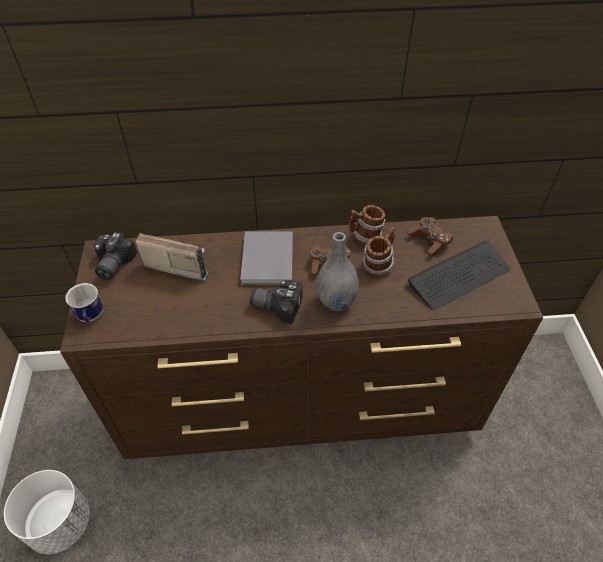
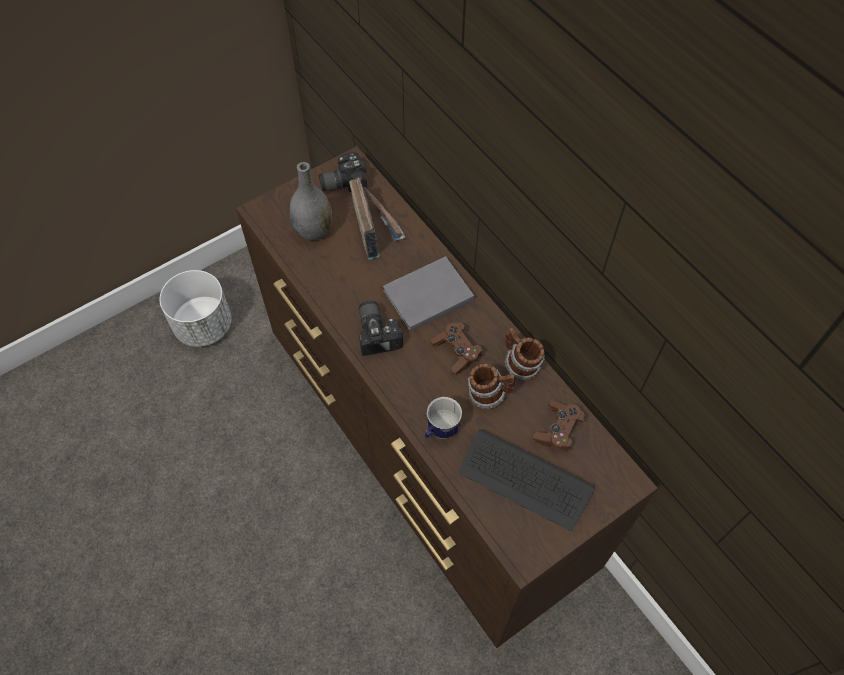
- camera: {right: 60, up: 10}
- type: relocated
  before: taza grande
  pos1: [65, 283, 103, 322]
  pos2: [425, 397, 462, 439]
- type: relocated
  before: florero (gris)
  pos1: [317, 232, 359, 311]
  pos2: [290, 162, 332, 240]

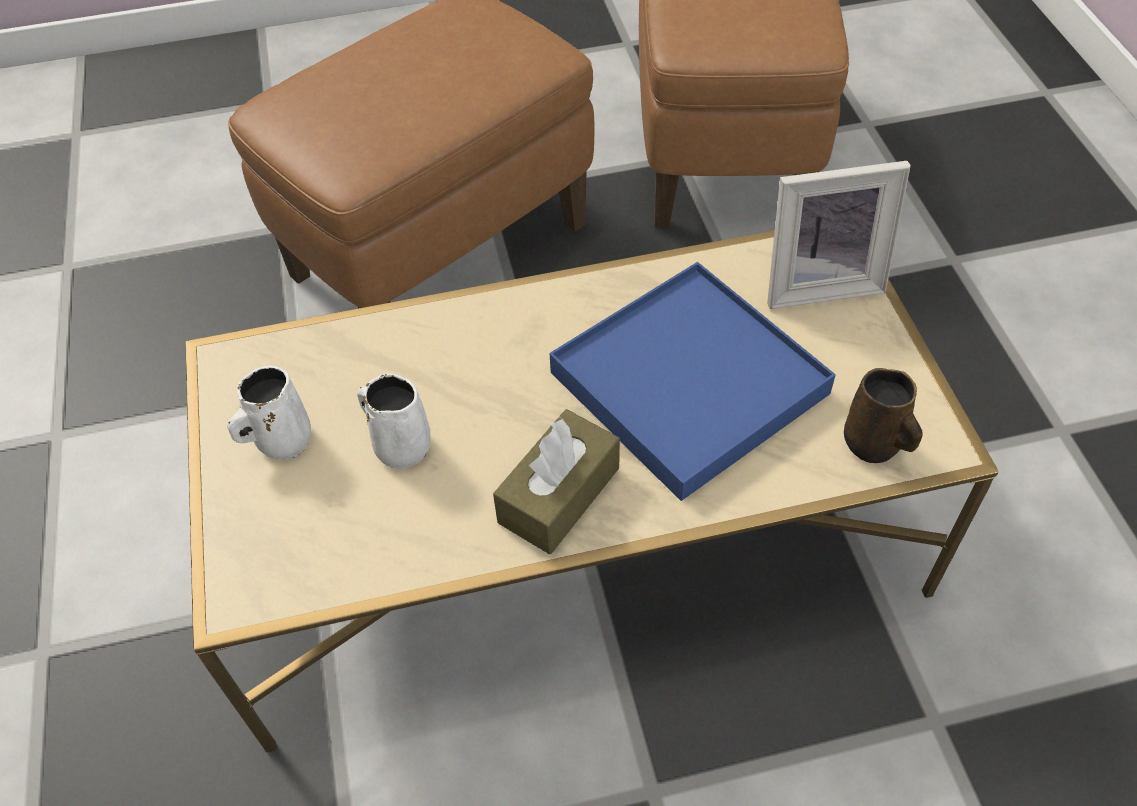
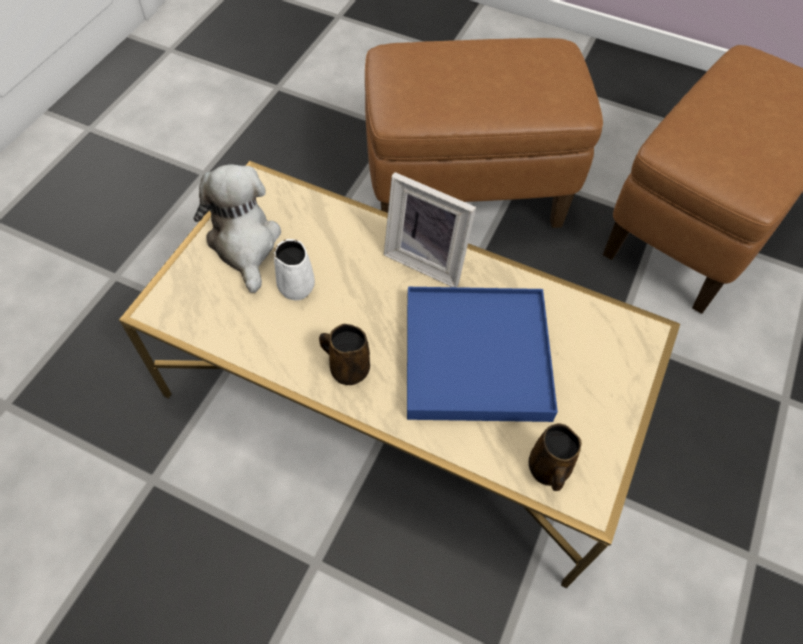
- camera: {right: 35, up: 5}
- type: relocated
  before: portarretratos
  pos1: [767, 161, 911, 309]
  pos2: [384, 172, 476, 287]
- type: exchanged
  before: taza grande (blanco)
  after: peluche
  pos1: [227, 366, 311, 460]
  pos2: [194, 164, 281, 293]
- type: exchanged
  before: caja de pañuelos (marrón)
  after: taza grande (marrón)
  pos1: [493, 409, 620, 554]
  pos2: [319, 324, 370, 385]

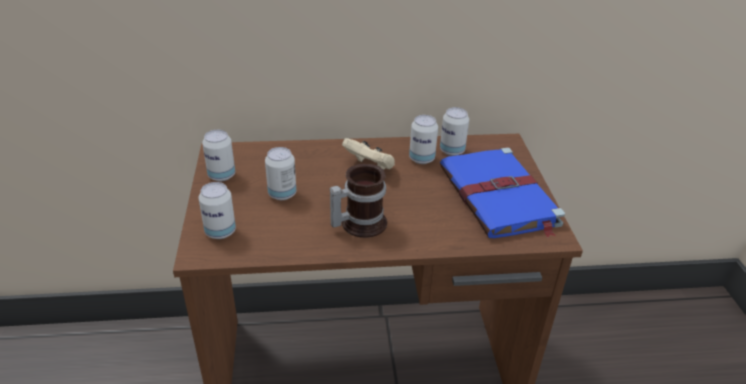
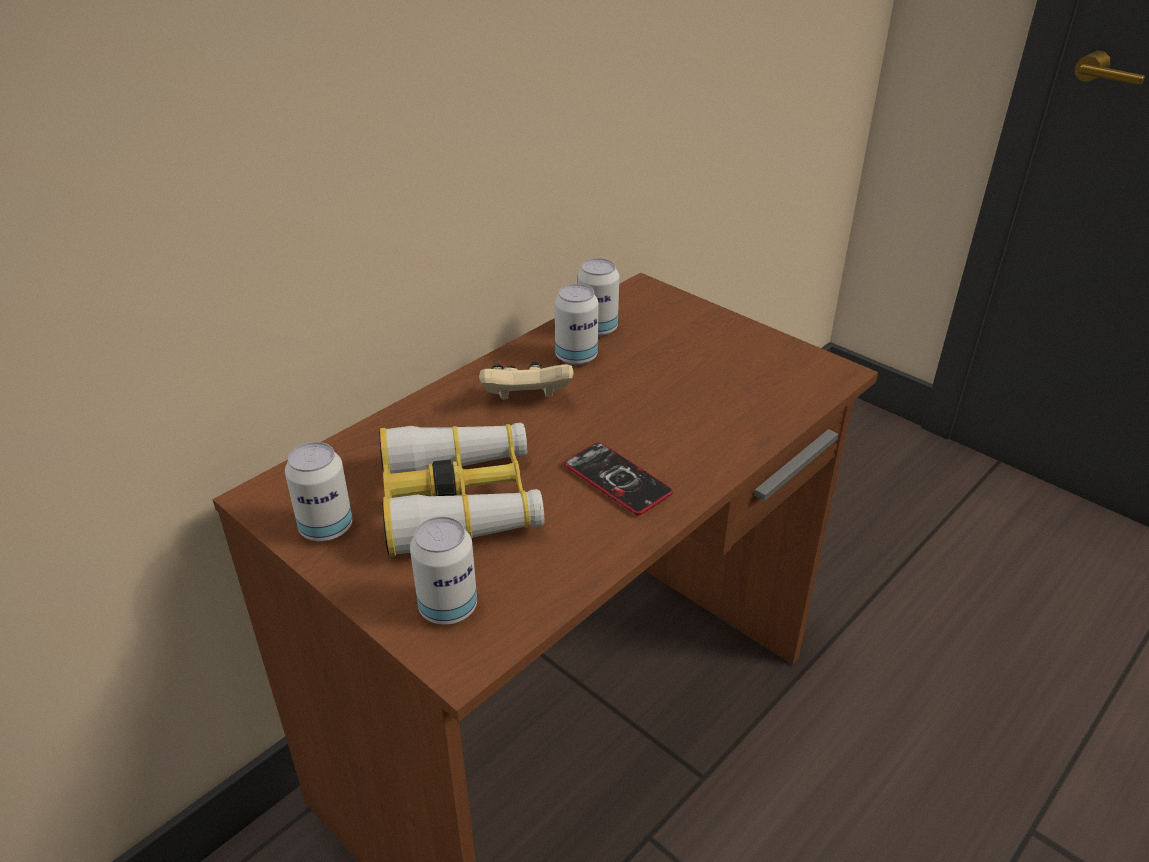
- camera: {right: -40, up: 0}
- type: missing
  before: libro (azul)
  pos1: [440, 147, 565, 238]
- type: exchanged
  before: lata
  after: prismáticos
  pos1: [265, 147, 296, 200]
  pos2: [379, 423, 544, 557]
- type: exchanged
  before: taza grande
  after: móvil
  pos1: [330, 164, 387, 238]
  pos2: [564, 442, 673, 515]

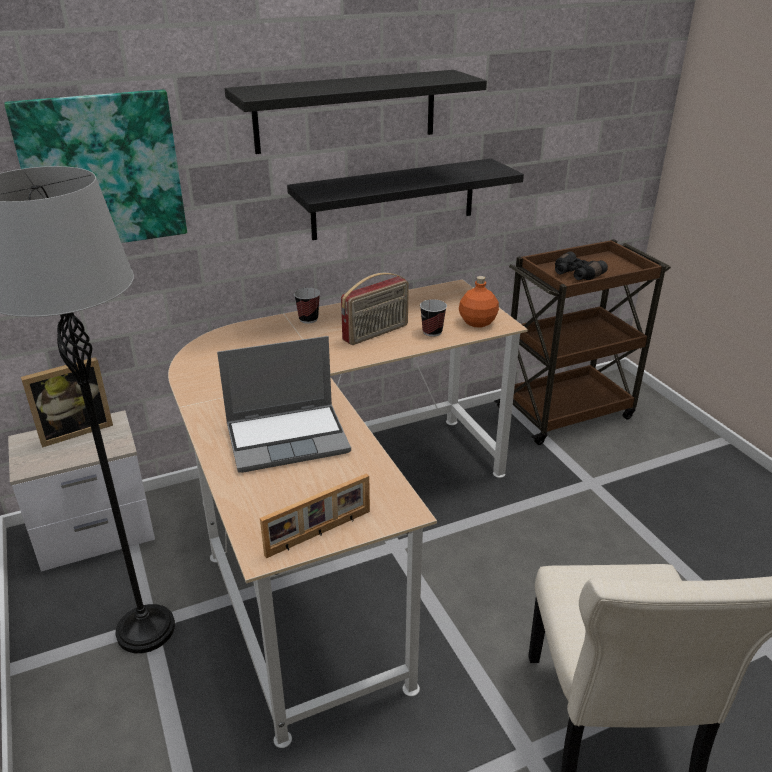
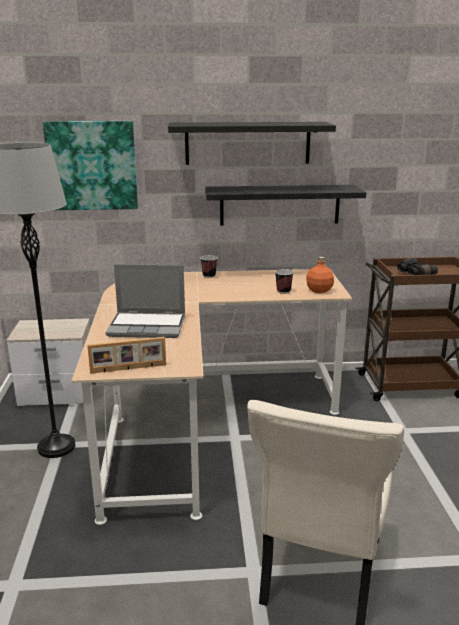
- camera: {right: 20, up: -10}
- type: missing
  before: portarretratos
  pos1: [21, 357, 113, 448]
- type: missing
  before: radio
  pos1: [341, 273, 409, 345]

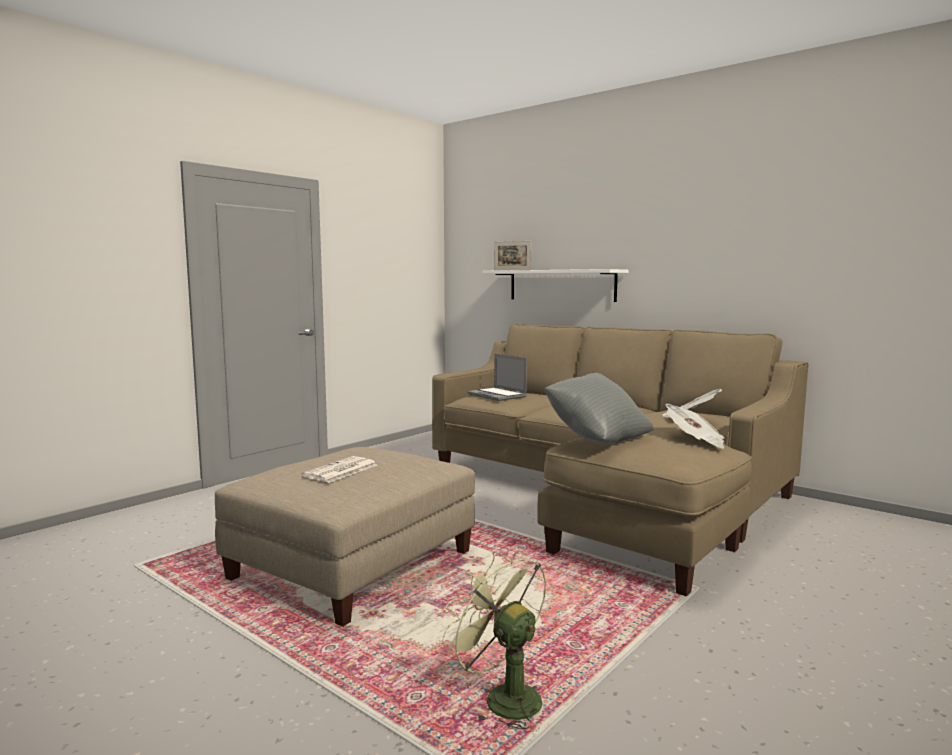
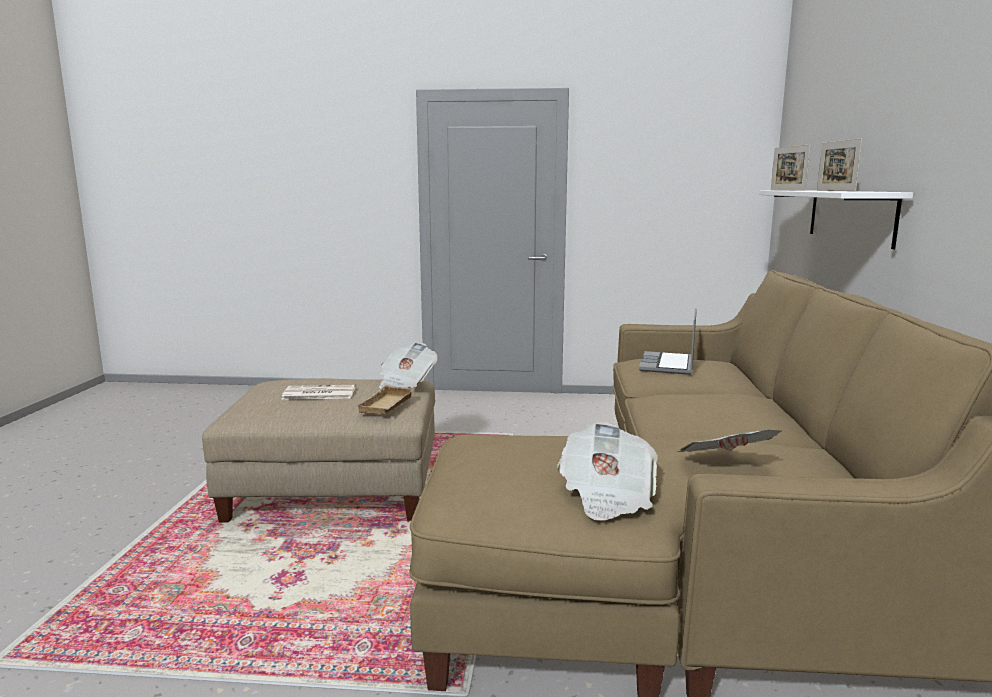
- camera: {right: 55, up: 5}
- type: missing
  before: ventilador (verde)
  pos1: [442, 551, 546, 732]
- type: missing
  before: cojín (gris)
  pos1: [544, 373, 654, 444]
- type: appeared
  after: bandeja (beis)
  pos2: [357, 385, 414, 414]
- type: appeared
  after: periódico
  pos2: [379, 342, 438, 389]
- type: appeared
  after: portarretratos
  pos2: [817, 138, 862, 191]

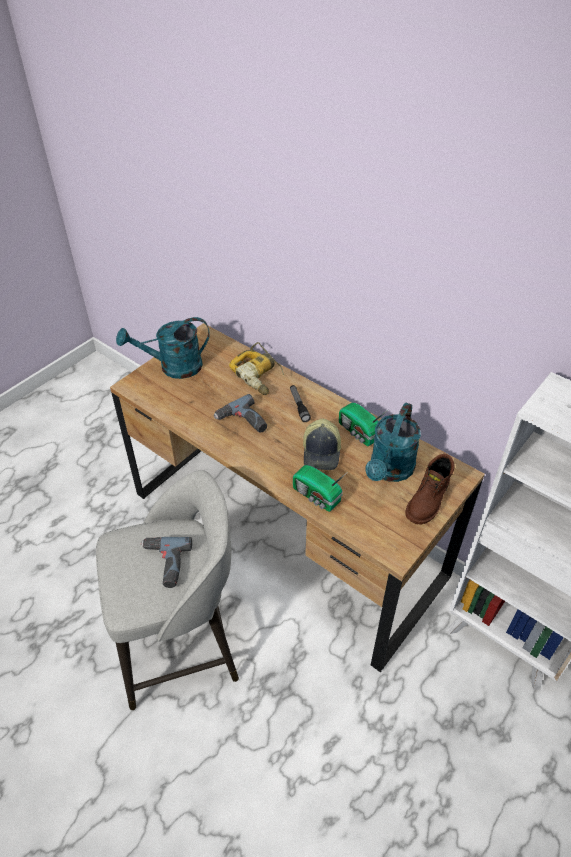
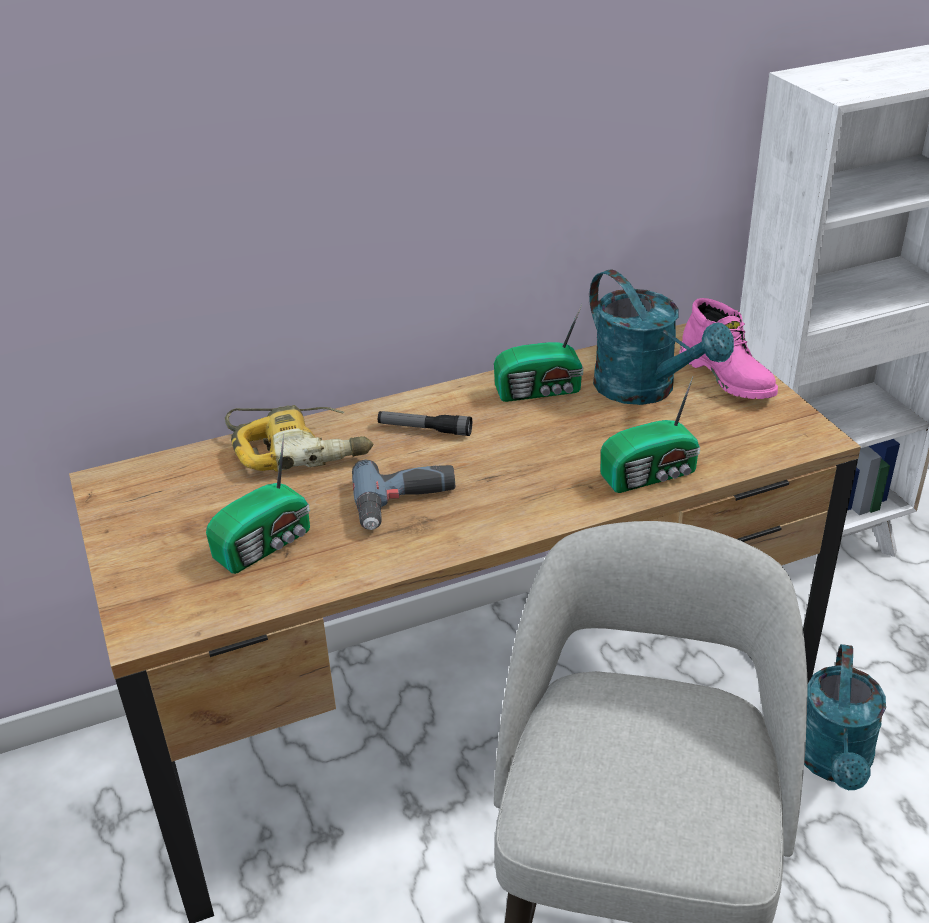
- camera: {right: -60, up: -10}
- type: missing
  before: taladro
  pos1: [141, 537, 192, 588]
- type: missing
  before: gorra
  pos1: [303, 419, 341, 470]
- type: appeared
  after: radio
  pos2: [206, 434, 310, 574]
- type: relocated
  before: regadera (turquesa)
  pos1: [116, 317, 210, 379]
  pos2: [804, 644, 886, 790]
- type: colour
  before: bota (marrón)
  after: bota (rosa)
  pos1: [405, 454, 455, 525]
  pos2: [679, 298, 778, 399]

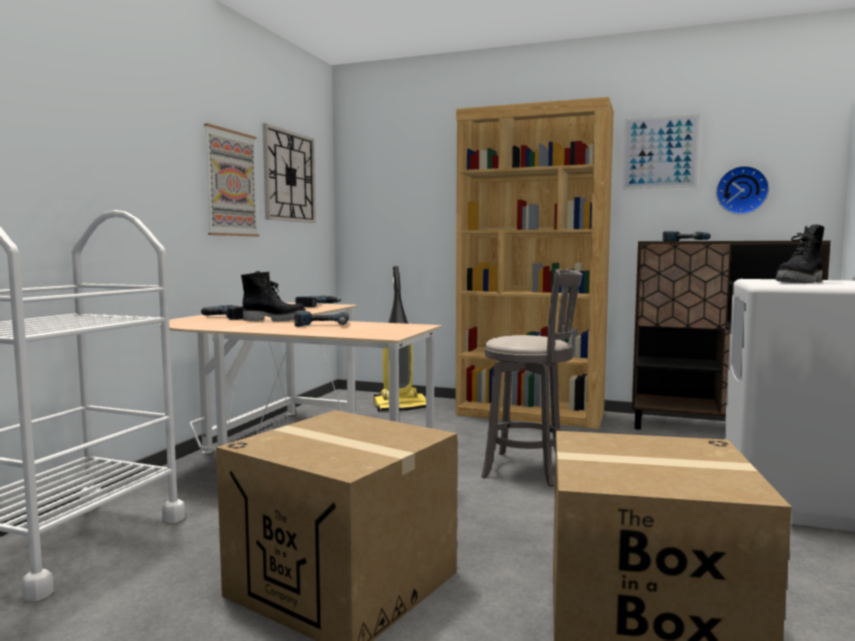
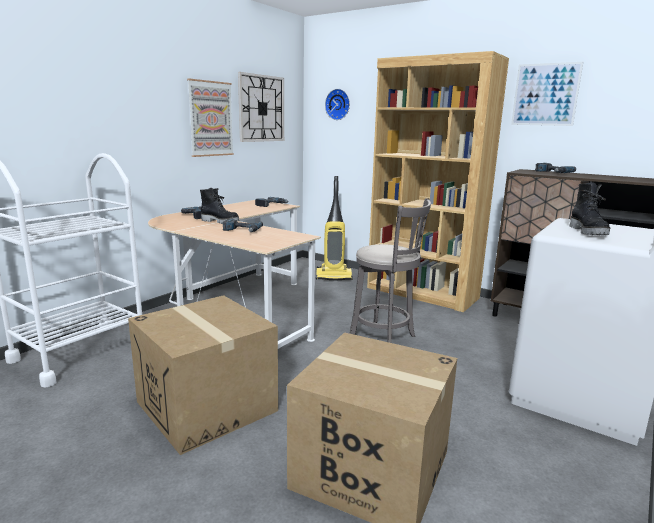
- camera: {right: 15, up: 10}
- type: relocated
  before: reloj de pared
  pos1: [716, 166, 769, 215]
  pos2: [325, 89, 350, 120]
- type: spun
  before: bota (negro)
  pos1: [776, 224, 824, 283]
  pos2: [570, 182, 610, 235]
  turn: -60

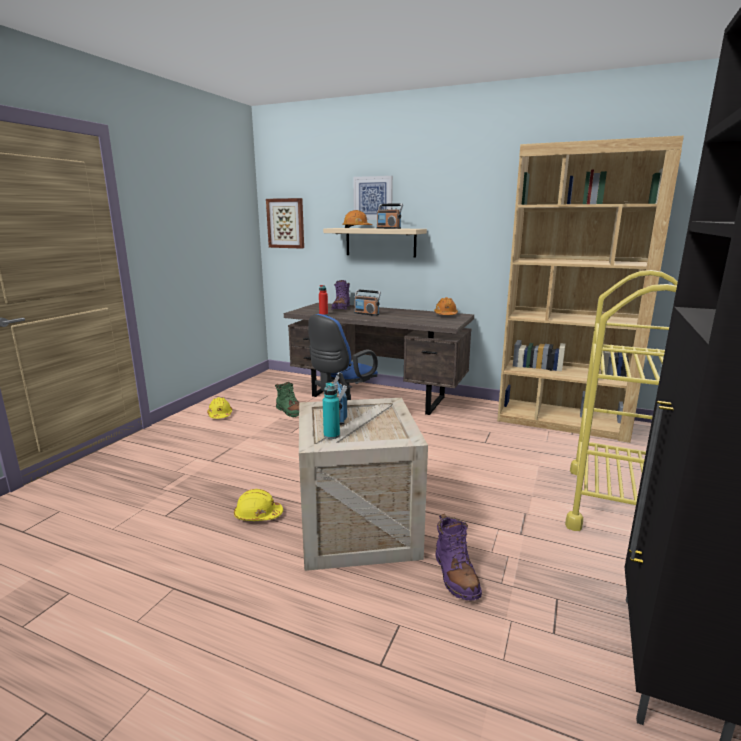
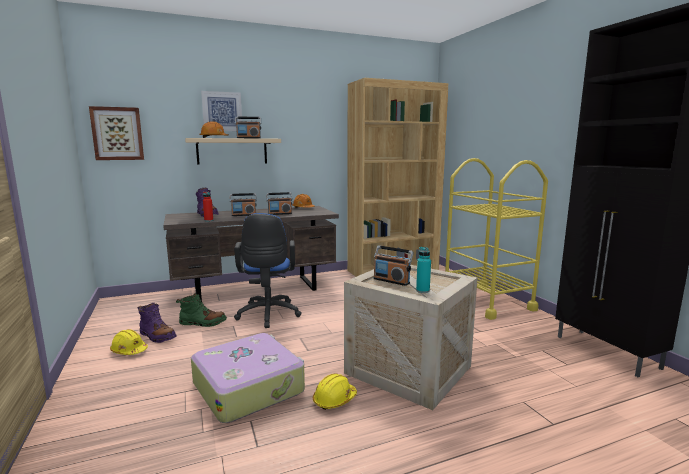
- camera: {right: -45, up: -5}
- type: appeared
  after: maleta
  pos2: [191, 333, 305, 423]
- type: appeared
  after: radio
  pos2: [266, 192, 292, 215]
- type: relocated
  before: bota (morado)
  pos1: [435, 514, 482, 600]
  pos2: [138, 303, 177, 343]

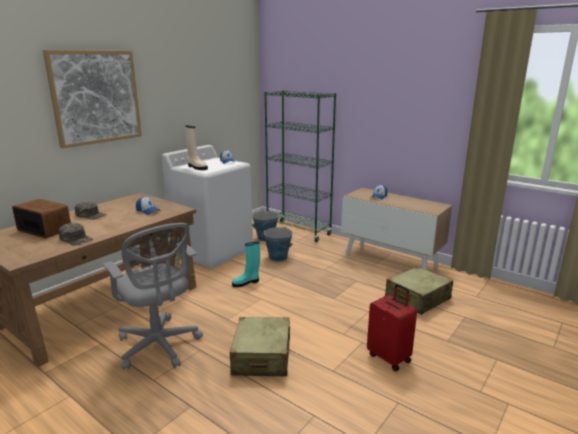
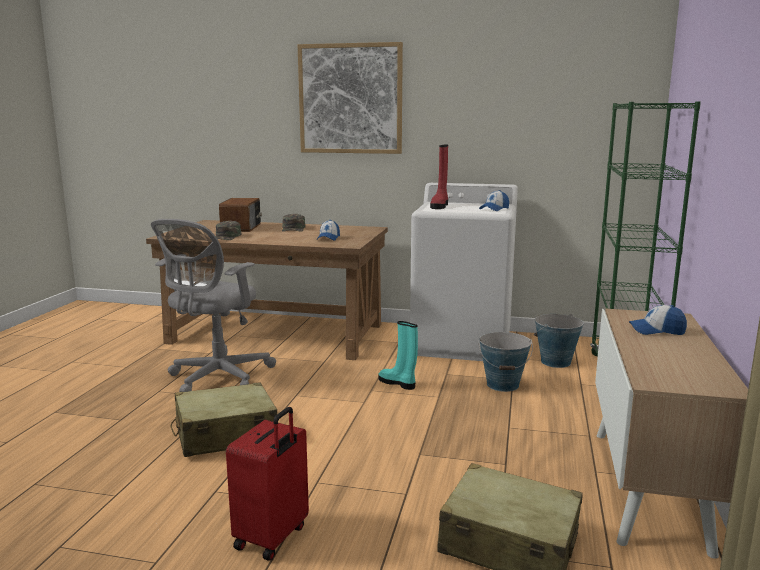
- camera: {right: 65, up: -5}
- type: colour
  before: bota (beis)
  after: bota (rojo)
  pos1: [185, 126, 208, 170]
  pos2: [430, 145, 448, 209]

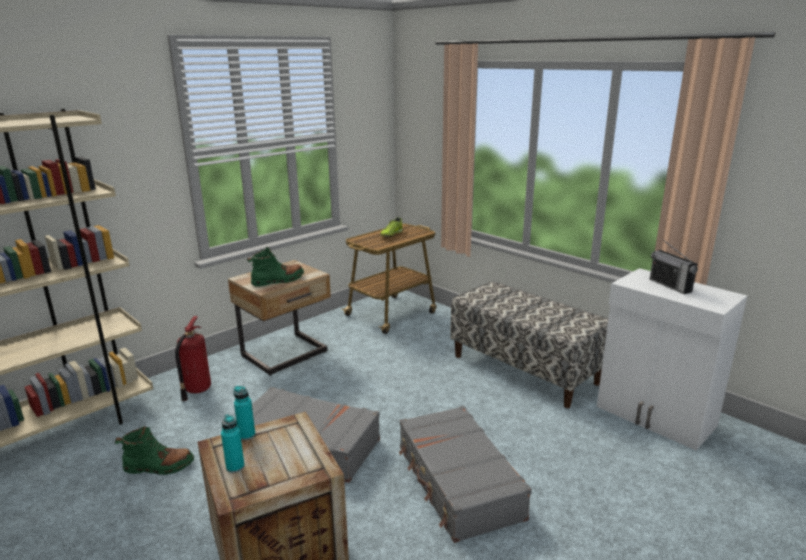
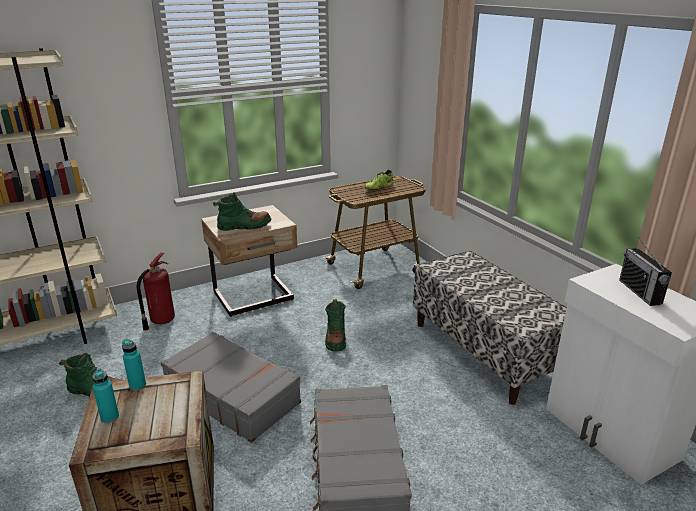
- camera: {right: 15, up: 5}
- type: appeared
  after: bota (verde)
  pos2: [325, 299, 346, 352]

